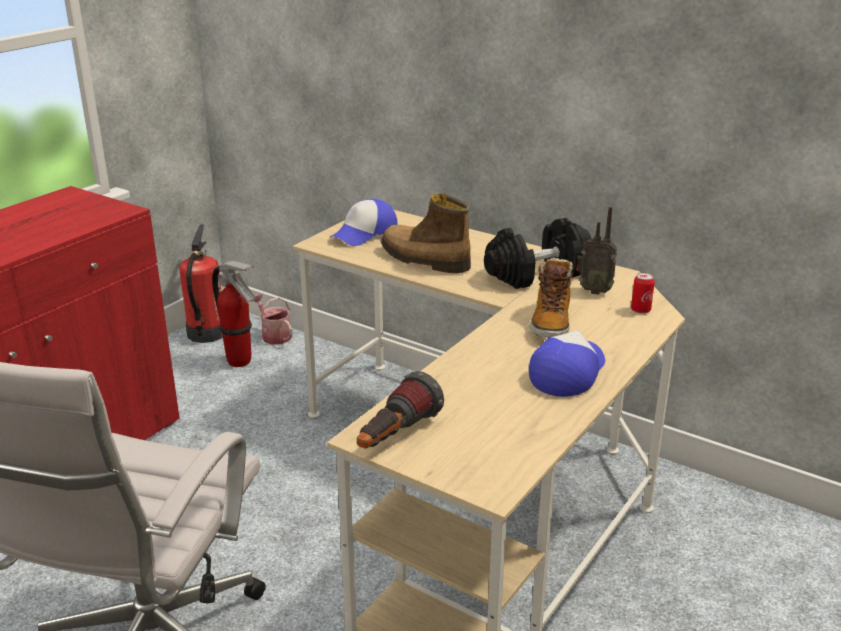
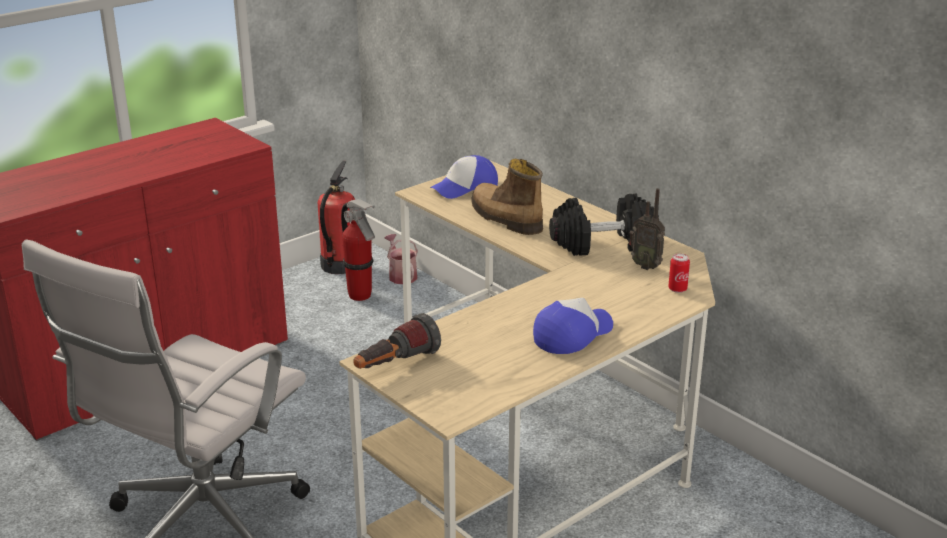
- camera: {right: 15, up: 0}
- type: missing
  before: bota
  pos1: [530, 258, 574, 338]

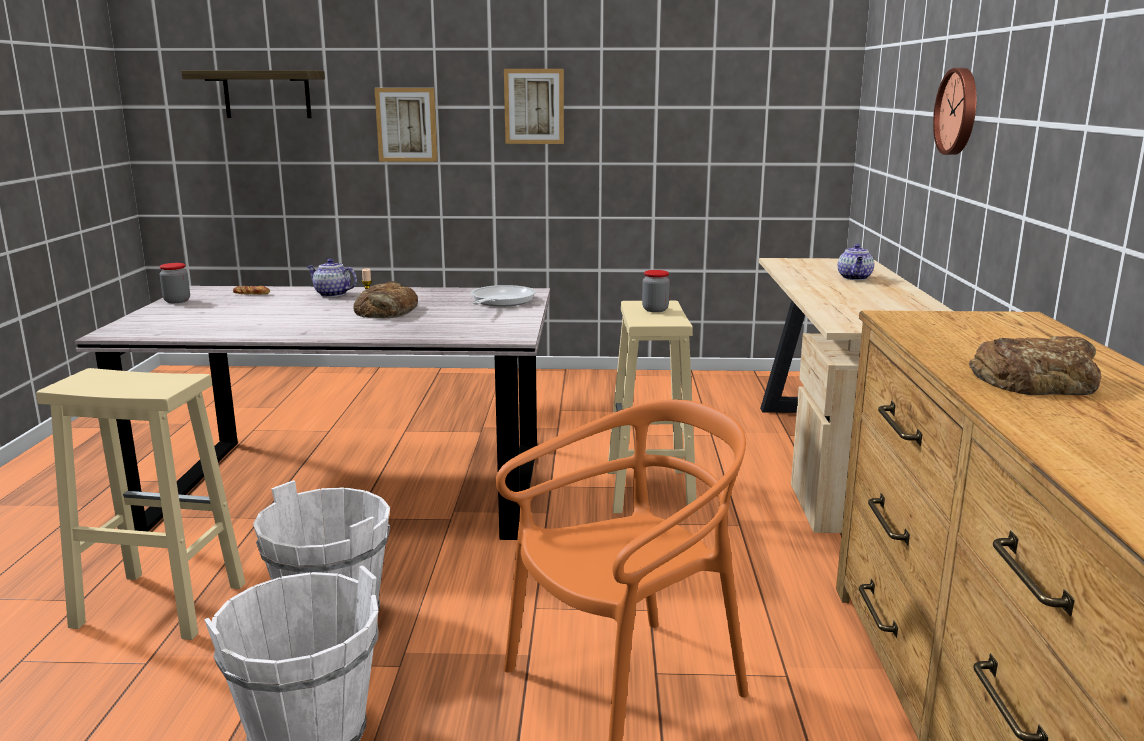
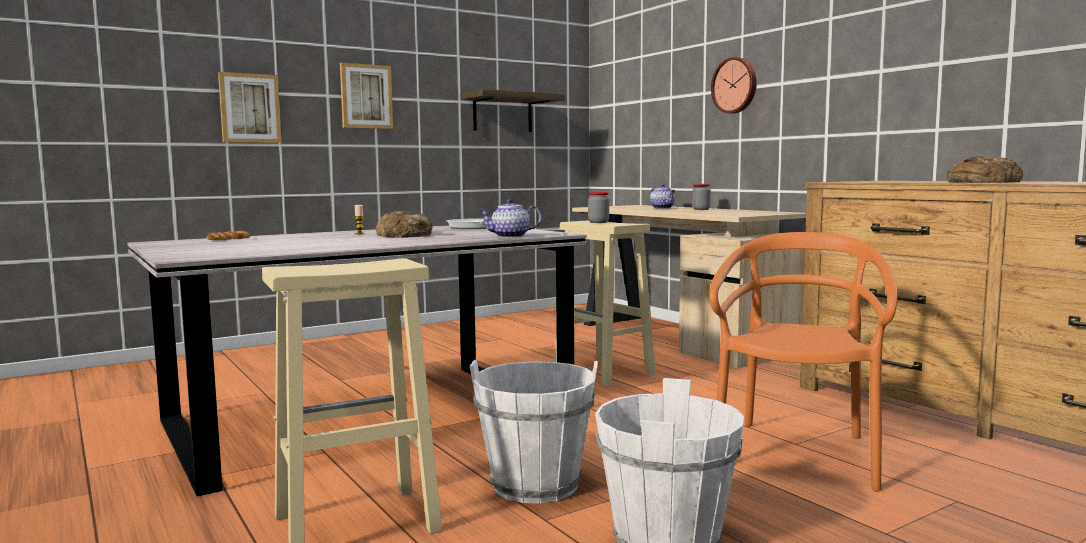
- camera: {right: -35, up: -10}
- type: relocated
  before: tarro
  pos1: [159, 263, 190, 303]
  pos2: [692, 184, 711, 210]
- type: relocated
  before: estante
  pos1: [181, 70, 325, 118]
  pos2: [461, 89, 565, 132]
- type: relocated
  before: tetera
  pos1: [306, 259, 357, 297]
  pos2: [479, 199, 542, 238]

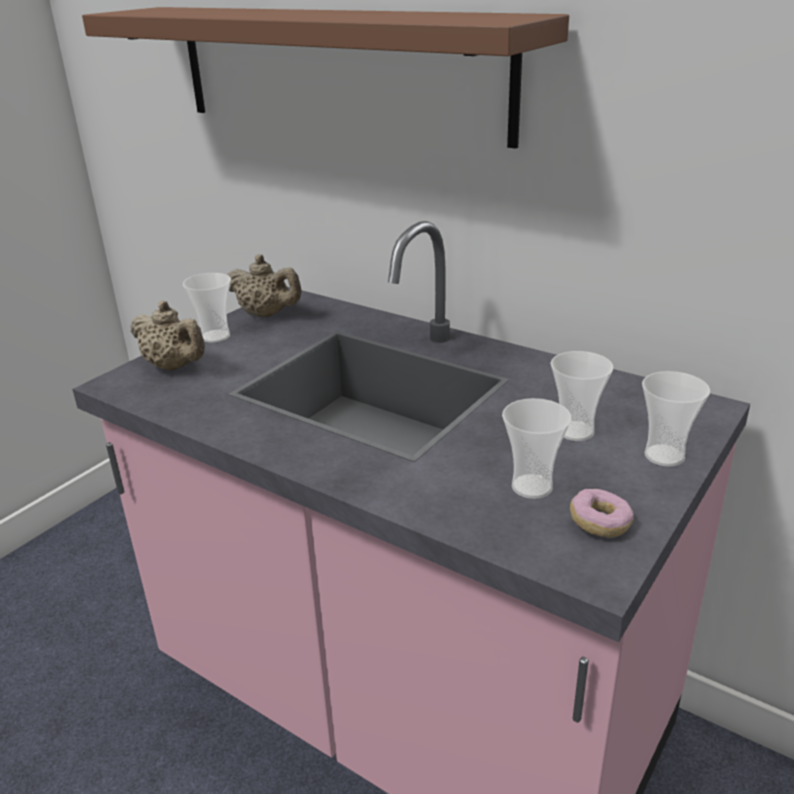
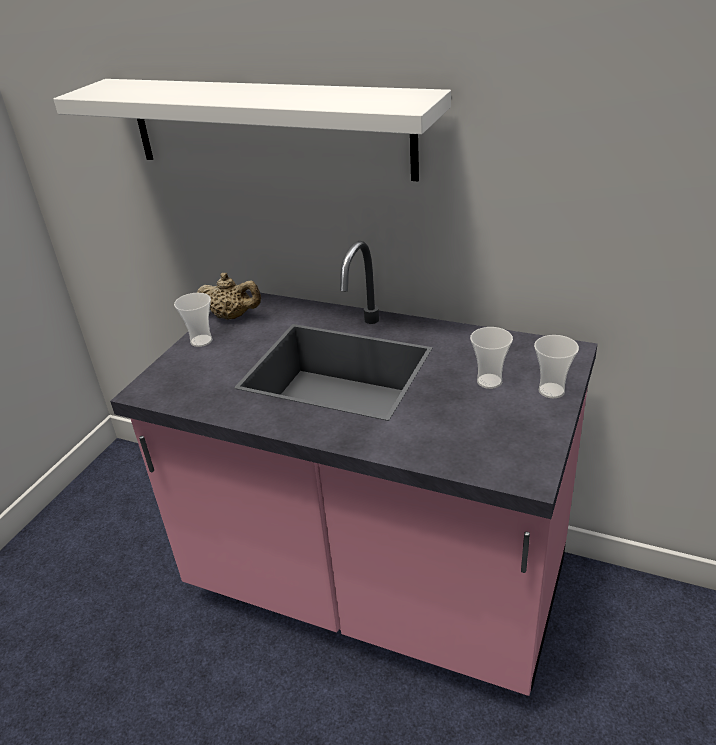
- camera: {right: -10, up: 5}
- type: missing
  before: tetera (beis)
  pos1: [130, 300, 205, 371]
- type: missing
  before: taza
  pos1: [502, 398, 572, 499]
- type: missing
  before: rosquilla
  pos1: [570, 489, 634, 537]
- type: colour
  before: estante (marrón)
  after: estante (blanco)
  pos1: [82, 7, 569, 149]
  pos2: [53, 79, 451, 181]

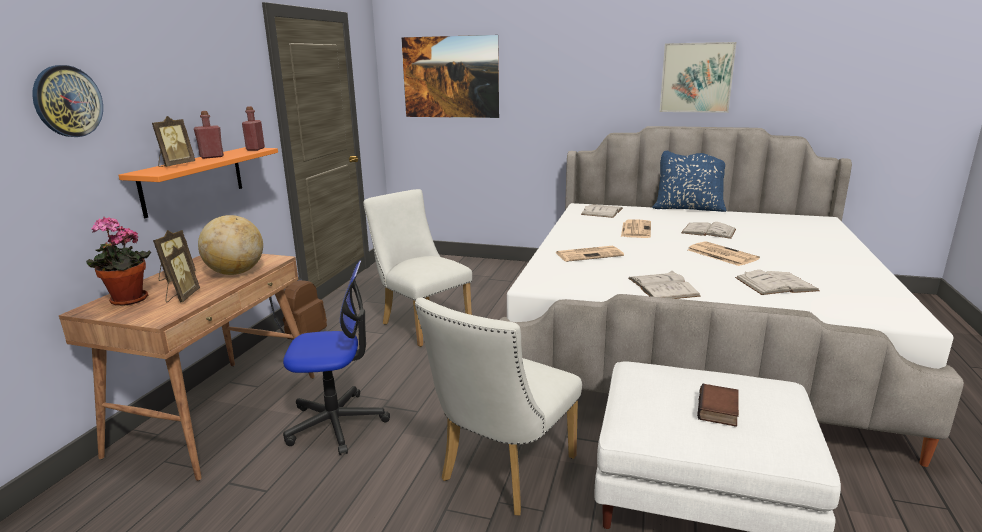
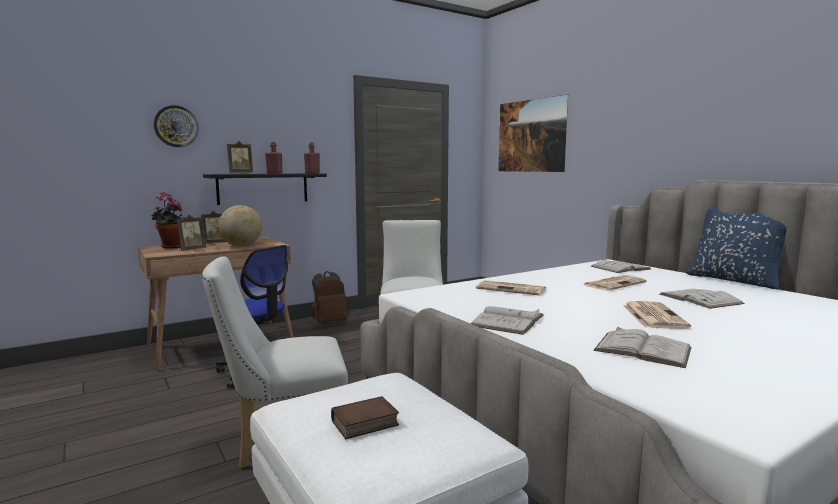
- camera: {right: 40, up: -10}
- type: missing
  before: cuadro
  pos1: [660, 42, 737, 113]
- type: colour
  before: estante (naranja)
  after: estante (negro)
  pos1: [119, 147, 278, 218]
  pos2: [203, 173, 327, 205]

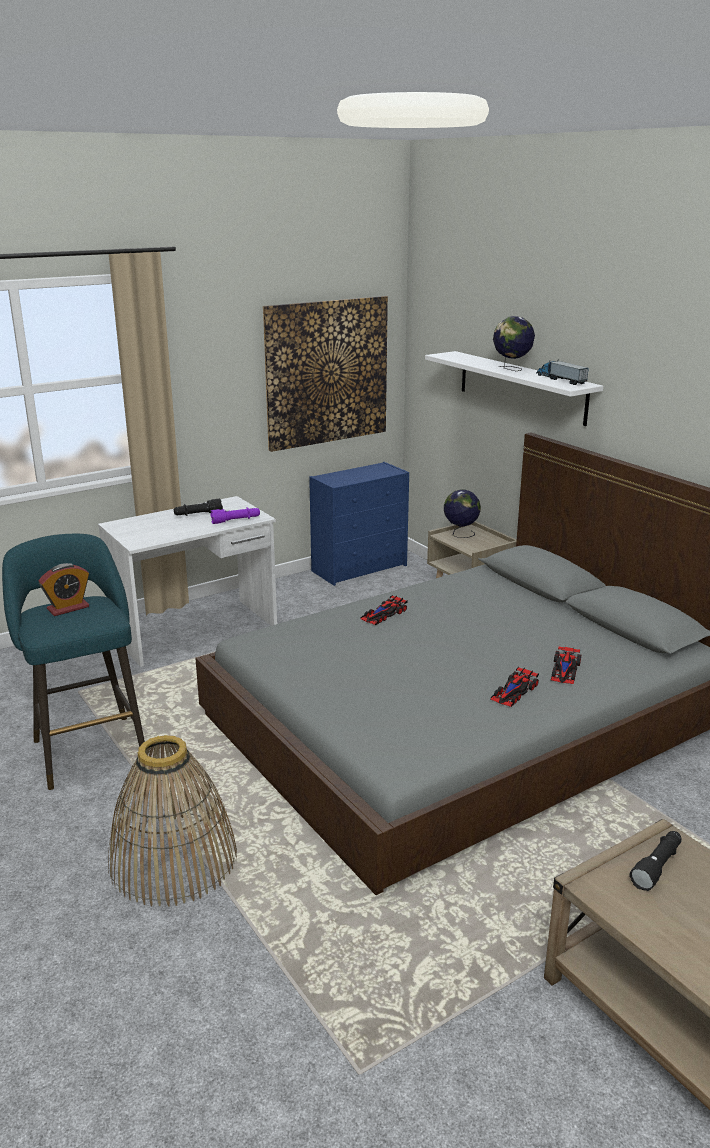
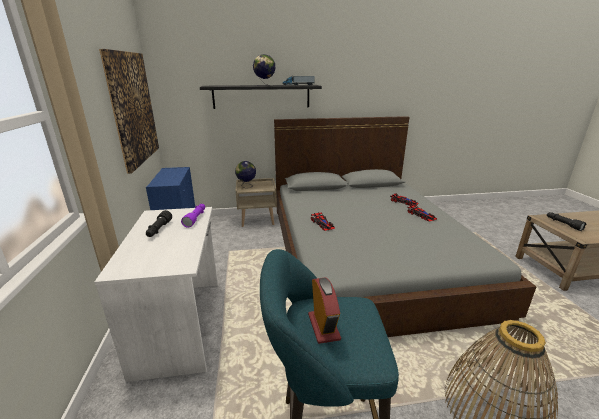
- camera: {right: -65, up: 0}
- type: colour
  before: estante (blanco)
  after: estante (negro)
  pos1: [425, 351, 603, 426]
  pos2: [200, 85, 322, 109]

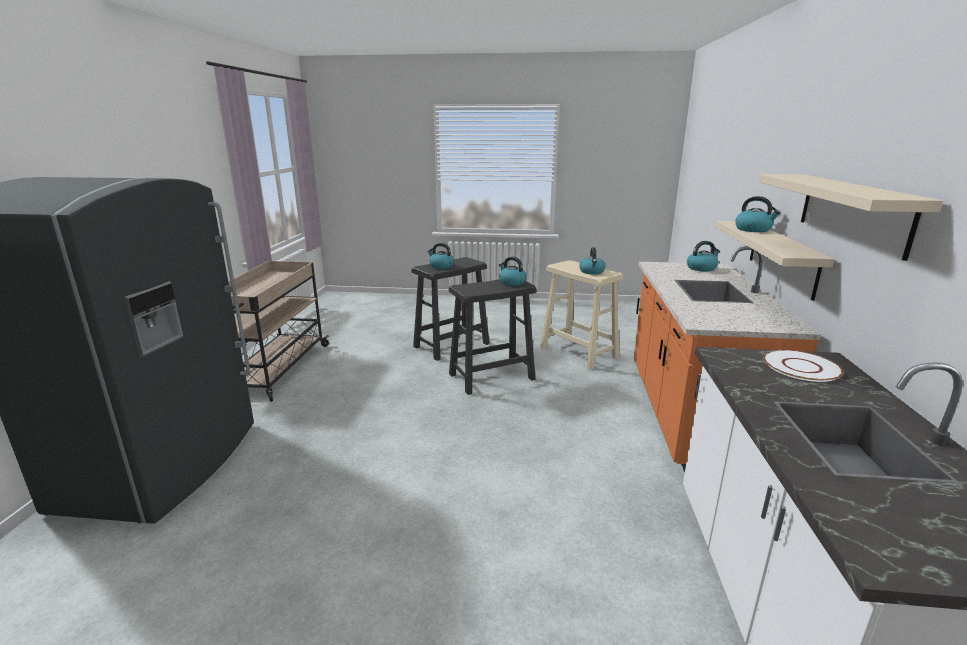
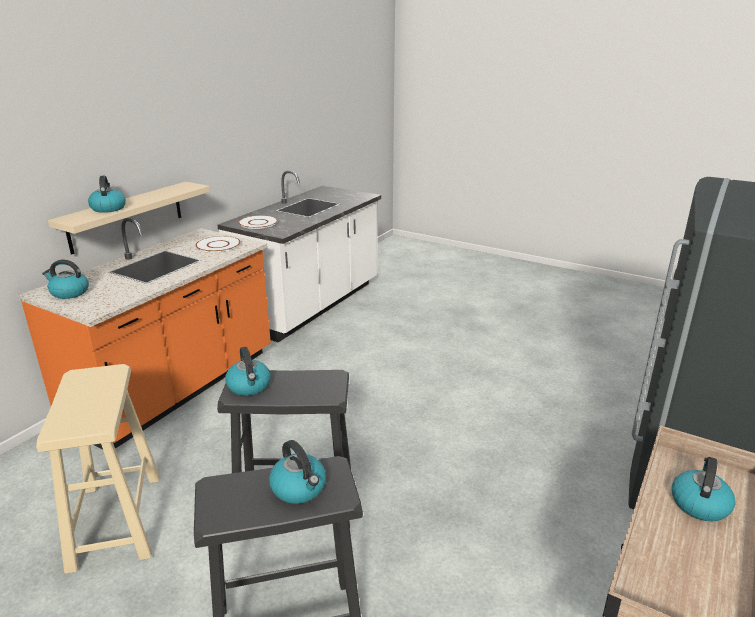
- camera: {right: -155, up: 5}
- type: missing
  before: estante (beis)
  pos1: [758, 174, 943, 261]
- type: appeared
  after: plato (blanco)
  pos2: [195, 236, 240, 252]
- type: relocated
  before: hervidor
  pos1: [579, 247, 606, 274]
  pos2: [672, 457, 736, 521]

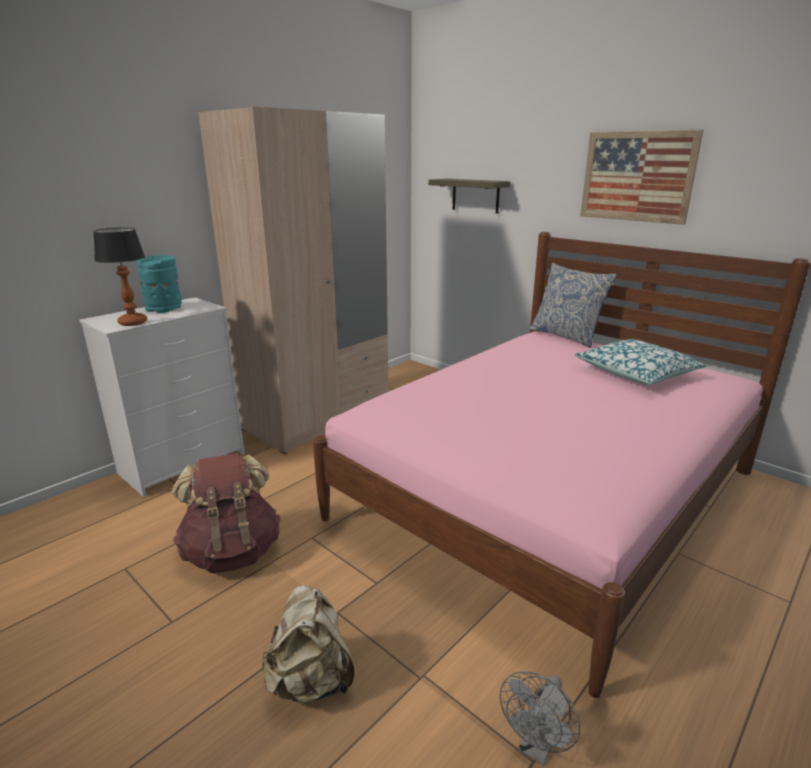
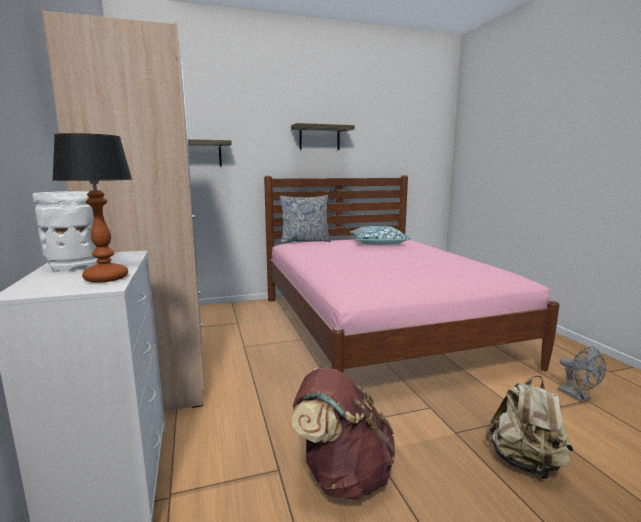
- camera: {right: -60, up: -10}
- type: exchanged
  before: cuadro
  after: estante
  pos1: [580, 130, 704, 225]
  pos2: [291, 123, 355, 150]
- type: colour
  before: florero (turquesa)
  after: florero (blanco)
  pos1: [136, 255, 182, 313]
  pos2: [33, 191, 99, 272]

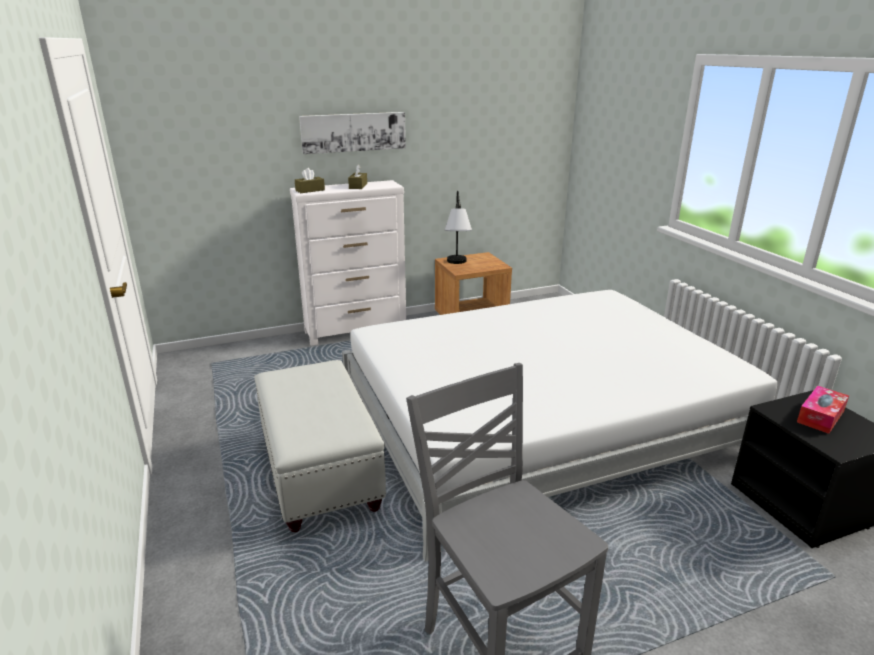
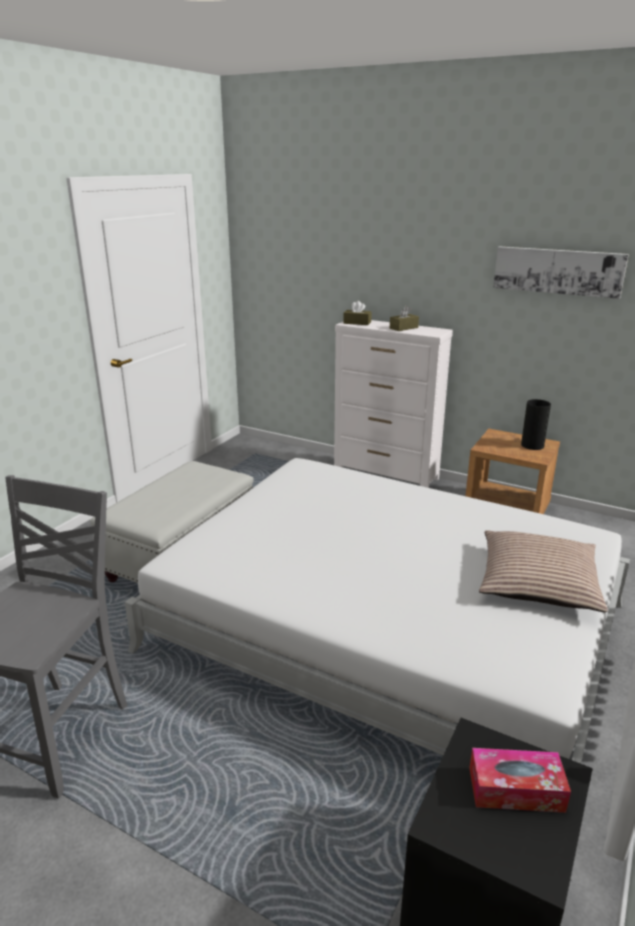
- camera: {right: 50, up: 0}
- type: missing
  before: lámpara de mesa
  pos1: [445, 191, 472, 264]
- type: appeared
  after: cojín
  pos2: [479, 530, 608, 612]
- type: appeared
  after: florero
  pos2: [521, 399, 551, 450]
- type: relocated
  before: cuadro
  pos1: [299, 112, 406, 154]
  pos2: [493, 246, 629, 299]

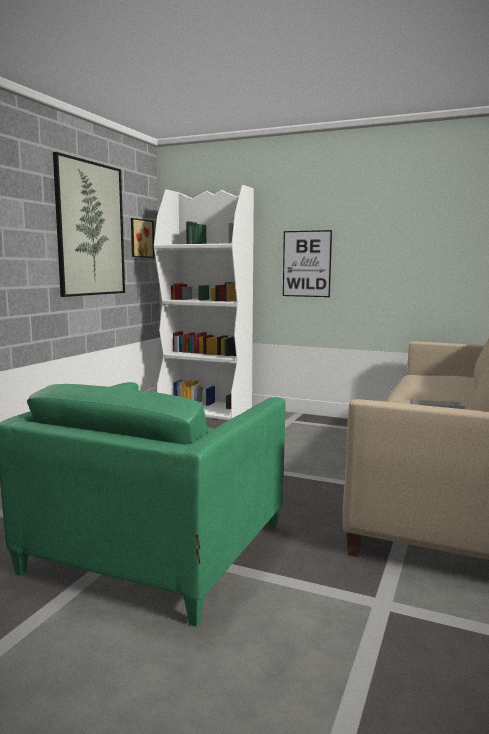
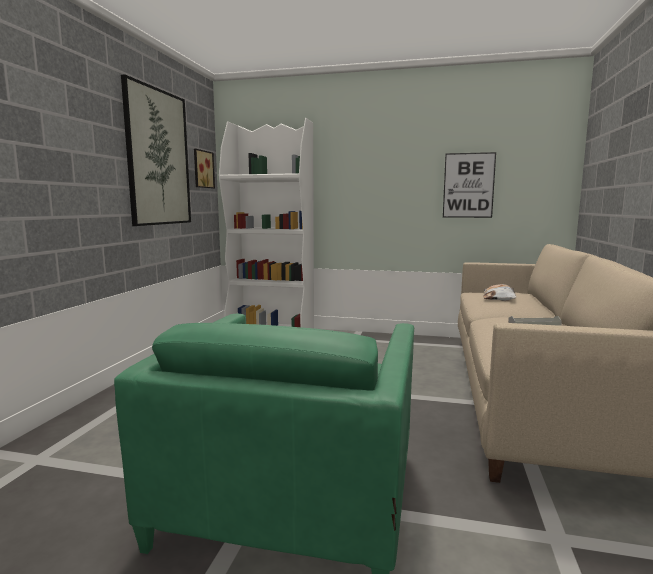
- camera: {right: -10, up: 0}
- type: appeared
  after: cojín
  pos2: [483, 284, 516, 301]
- type: relocated
  before: cuadro
  pos1: [283, 230, 332, 297]
  pos2: [443, 152, 496, 218]

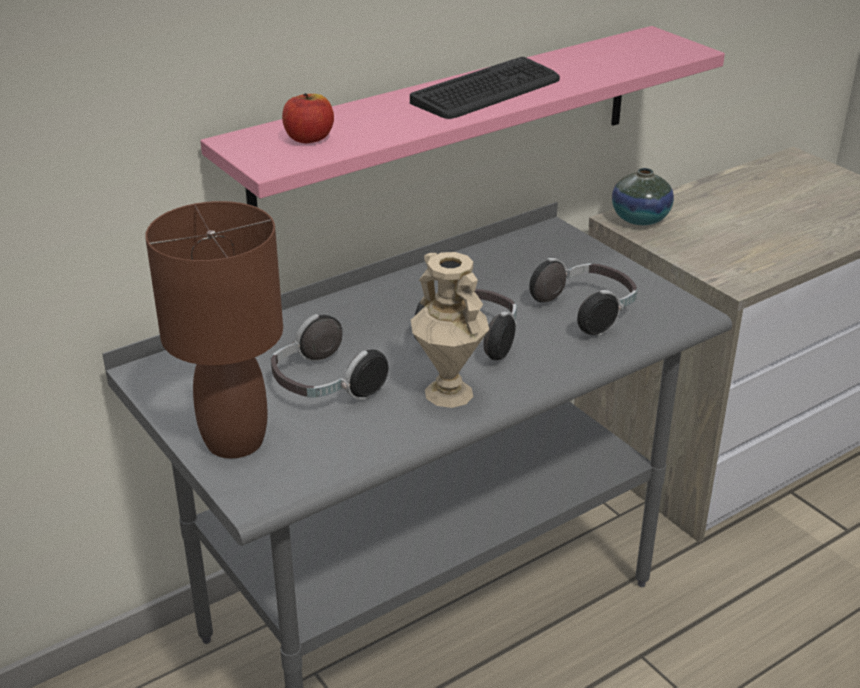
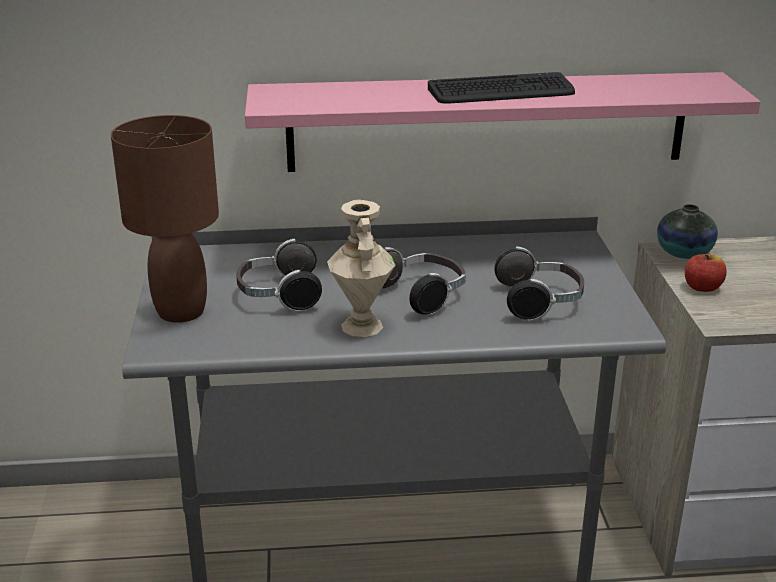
- camera: {right: 30, up: -5}
- type: relocated
  before: manzana
  pos1: [282, 93, 334, 143]
  pos2: [685, 254, 726, 292]

